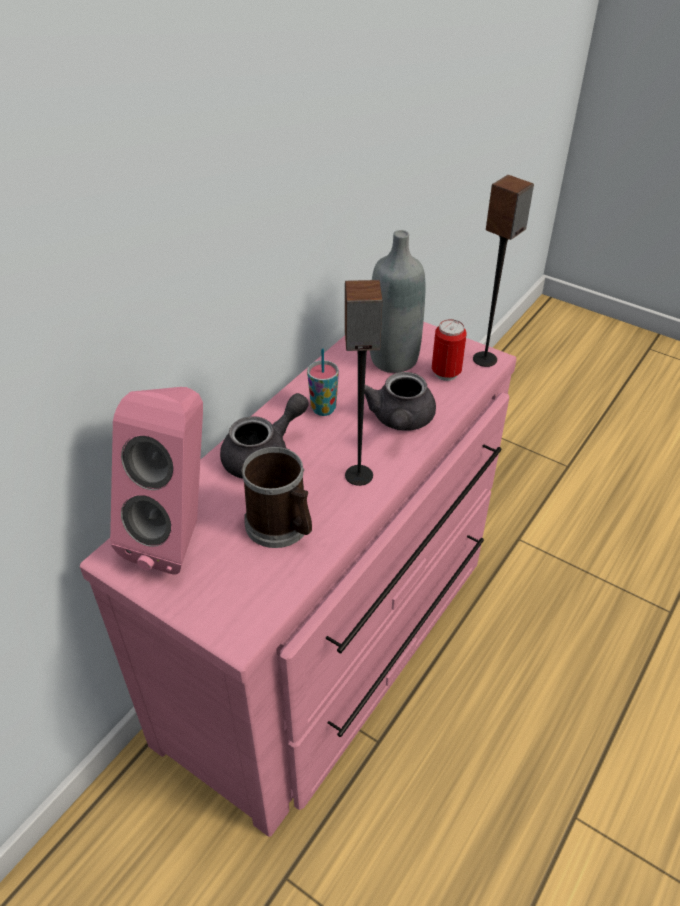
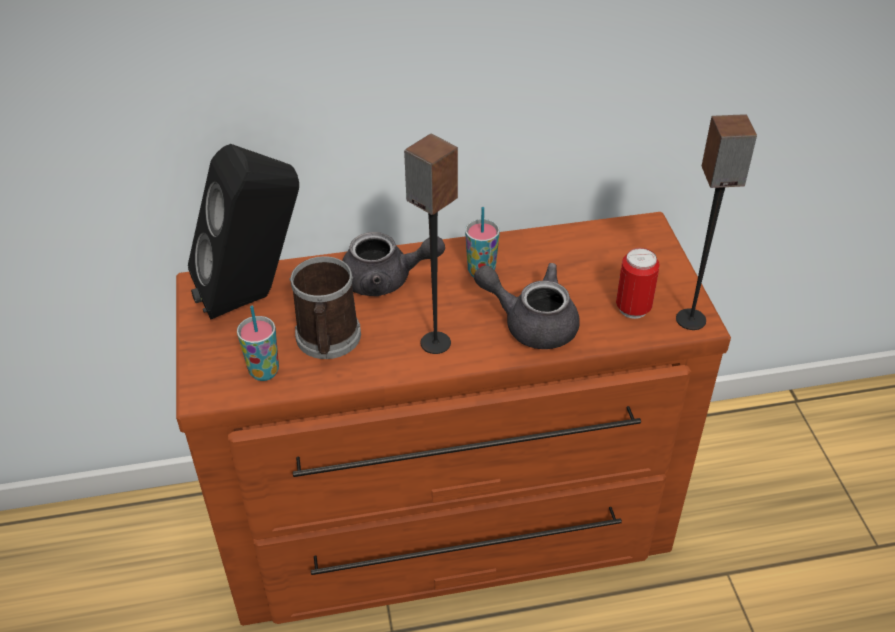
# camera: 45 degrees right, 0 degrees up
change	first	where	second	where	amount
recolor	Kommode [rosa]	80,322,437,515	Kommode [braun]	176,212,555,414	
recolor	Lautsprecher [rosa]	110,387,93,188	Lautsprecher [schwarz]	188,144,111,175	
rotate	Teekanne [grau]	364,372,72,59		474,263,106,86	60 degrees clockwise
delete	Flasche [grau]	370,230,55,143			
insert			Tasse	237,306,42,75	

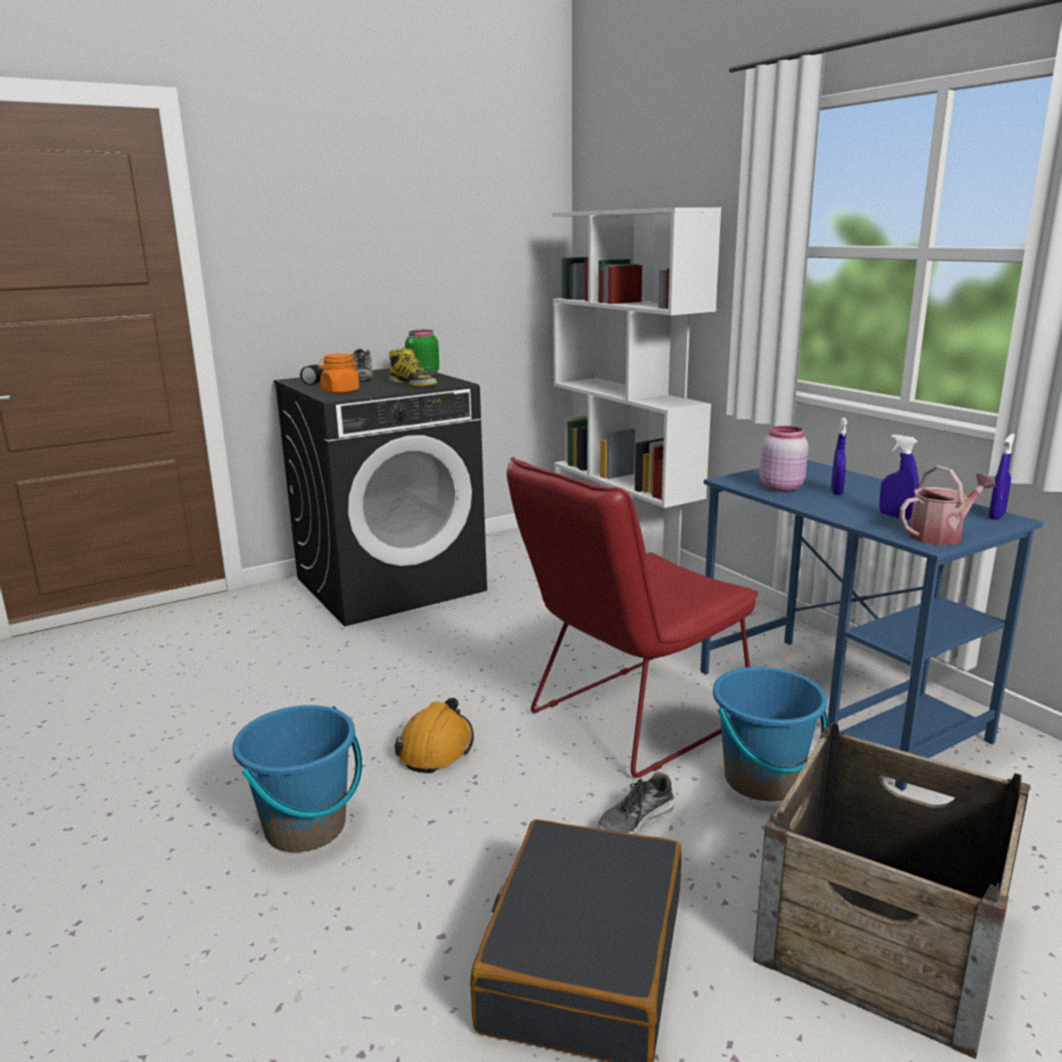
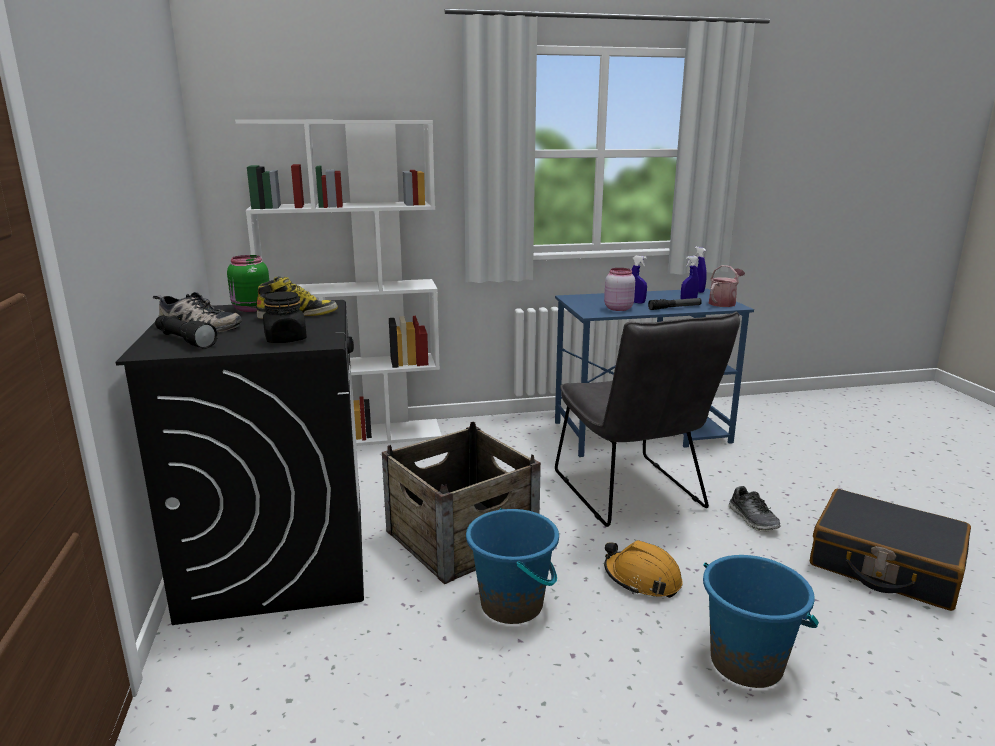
# camera: 70 degrees left, 0 degrees up
change	first	where	second	where	amount
recolor	Vorratsglas [orange]	318,353,41,40	Vorratsglas [schwarz]	263,292,44,51	
recolor	Stuhl [rot]	507,456,251,322	Stuhl [grau]	555,311,185,216	
move	Eimer [blau]	713,667,115,134		466,508,93,116	
move	Kiste	753,722,277,337		382,422,159,162	
rotate	Gießkanne	899,465,97,80		708,265,37,42	45 degrees clockwise
insert			Taschenlampe	648,298,54,12	

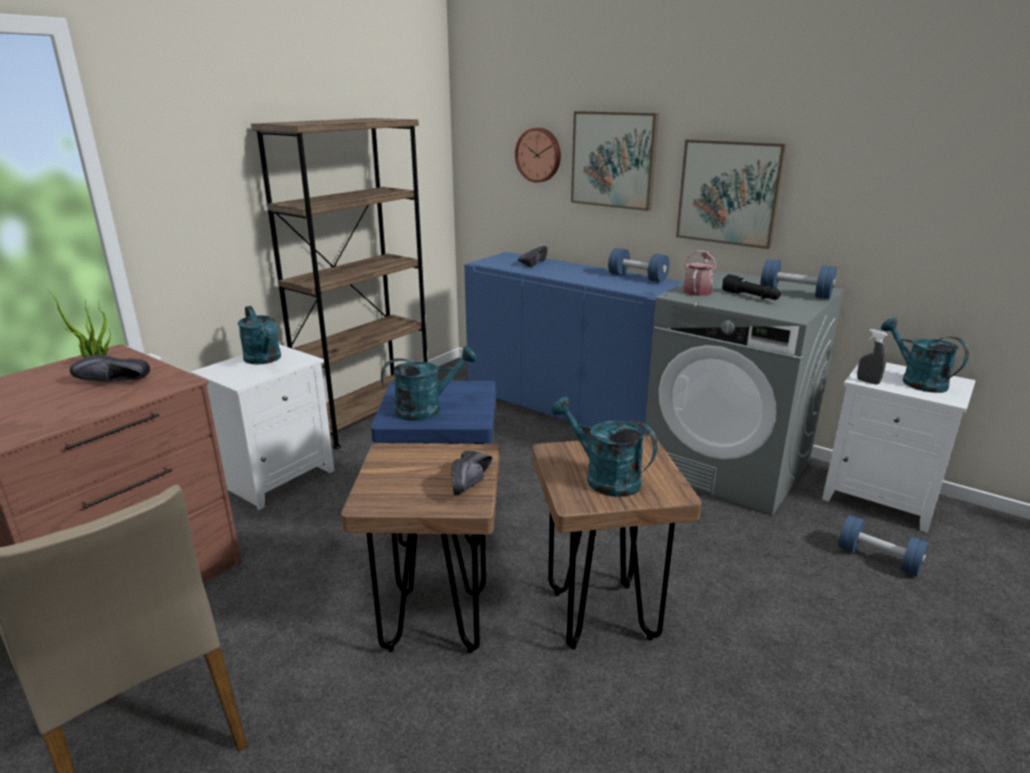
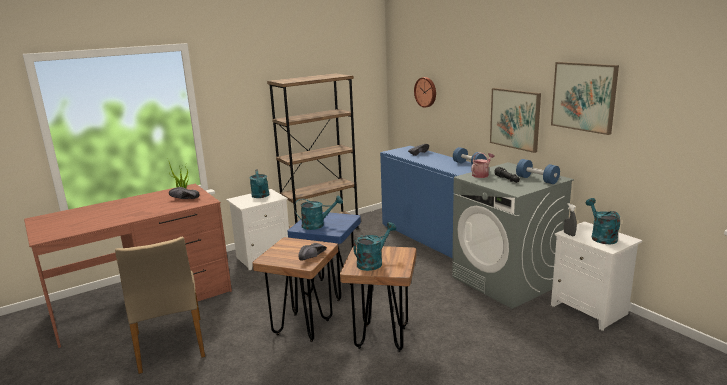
# camera: 20 degrees right, 5 degrees down
change	first	where	second	where	amount
rotate	Gießkanne [türkis]	551,397,107,100		353,222,43,49	75 degrees clockwise
move	Bild	571,111,88,100		551,62,68,73	
delete	Hantel [blau]	838,515,90,61			

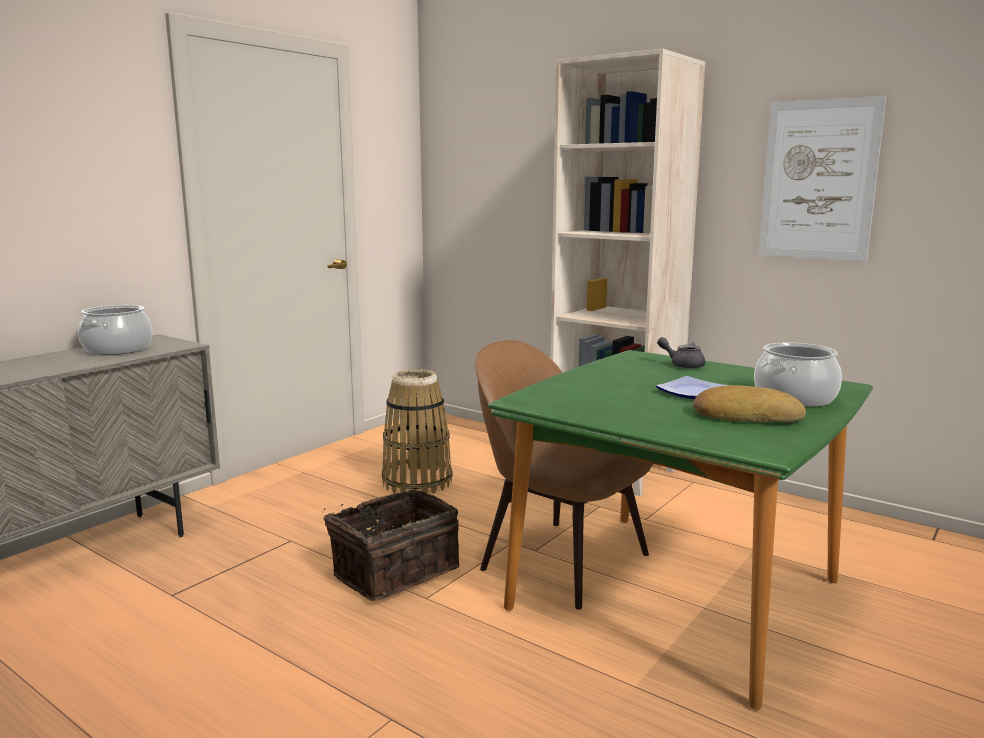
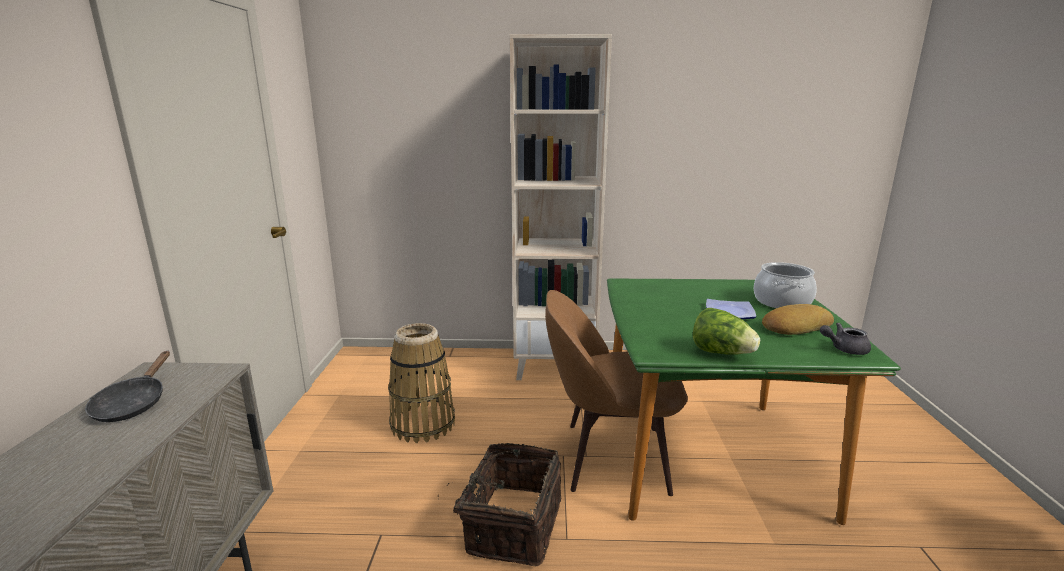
# camera: 35 degrees left, 5 degrees up
change	first	where	second	where	amount
replace	Kochtopf	78,305,74,50	Pfanne [schwarz]	85,351,85,71	
move	Teekanne [grau]	657,337,48,32		820,323,51,32	
delete	Bild	758,96,128,165			
insert			Salatkopf	693,308,67,47	

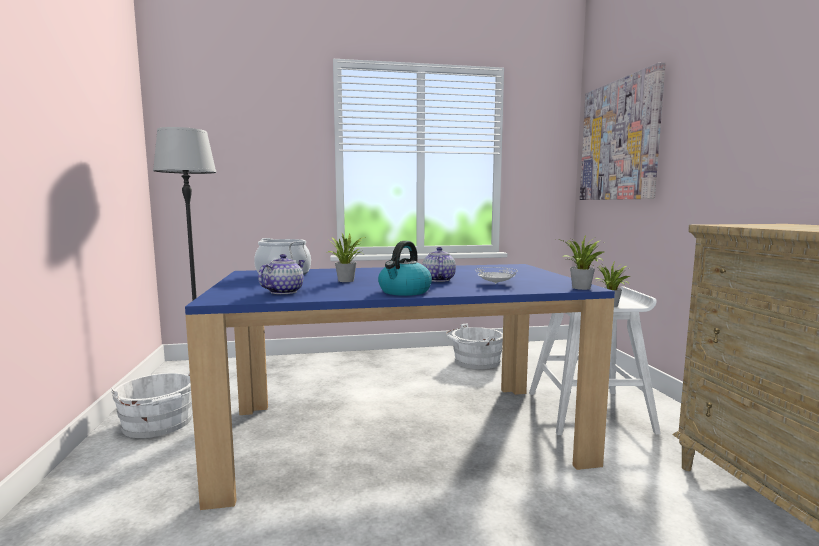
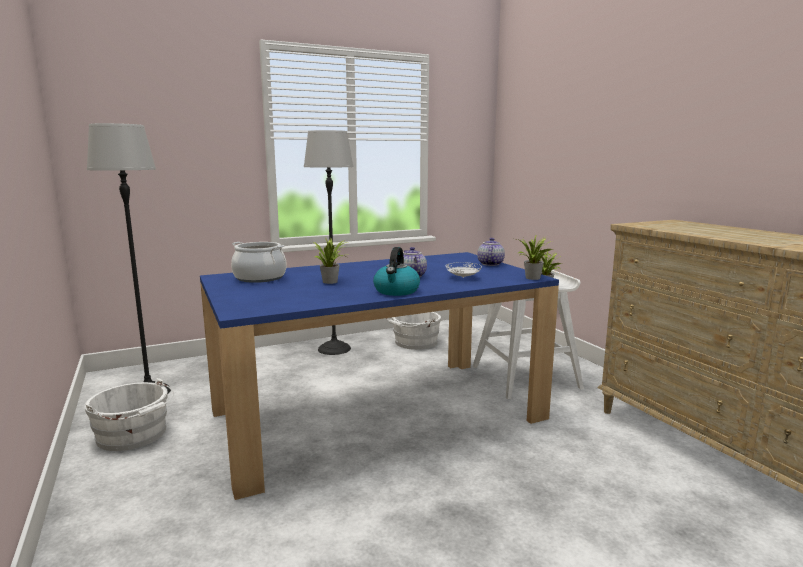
# camera: 15 degrees left, 5 degrees up
change	first	where	second	where	amount
move	Teekanne	258,254,47,40		477,238,28,28	
delete	Bild	580,62,85,138			
insert			Stehlampe	304,130,49,225	

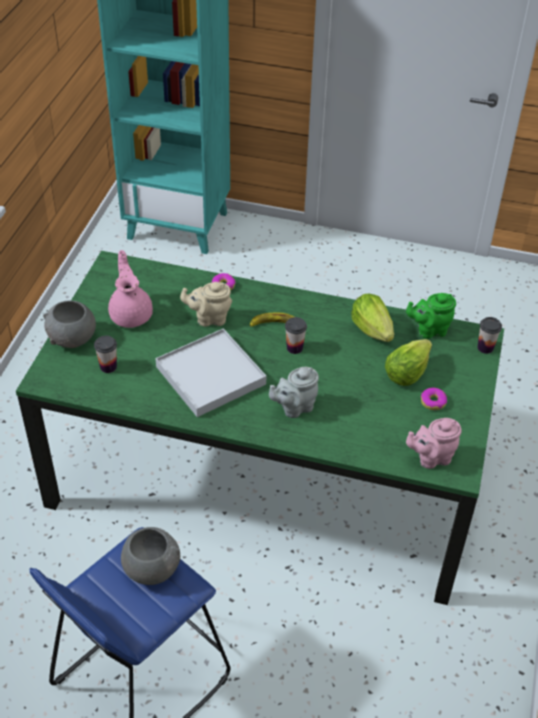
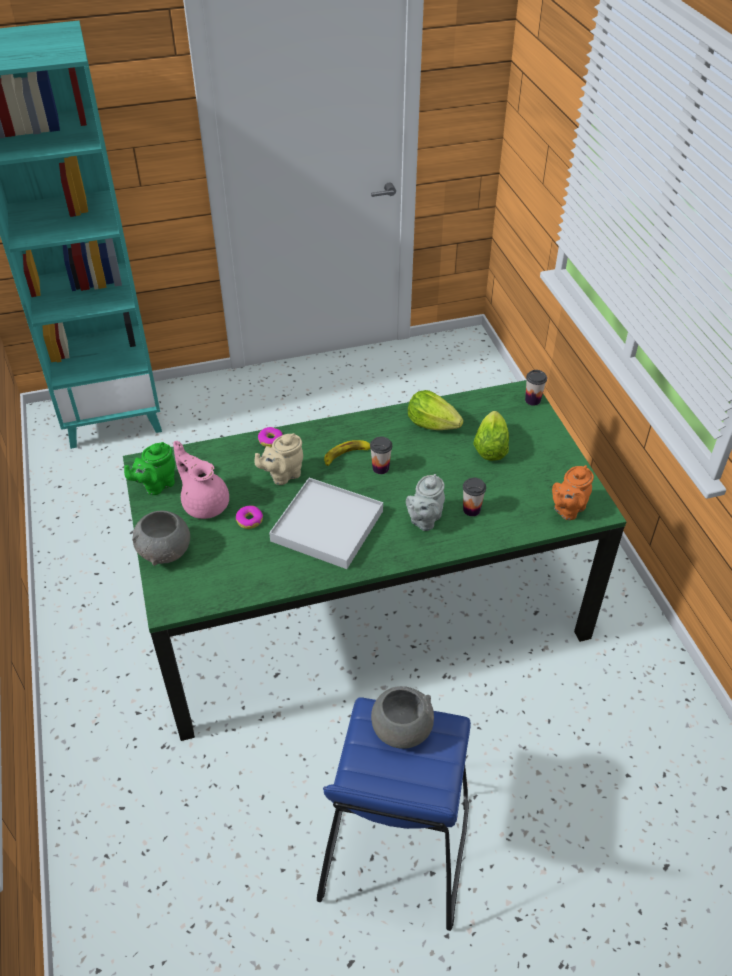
# camera: 30 degrees left, 0 degrees up
change	first	where	second	where	amount
move	Tasse	94,336,23,37		463,478,23,38	
move	Teekanne [grün]	406,293,50,46		124,442,51,53	
recolor	Teekanne [rosa]	406,418,56,51	Teekanne [orange]	552,465,42,55	
move	Donut	420,388,27,22		236,506,27,23	

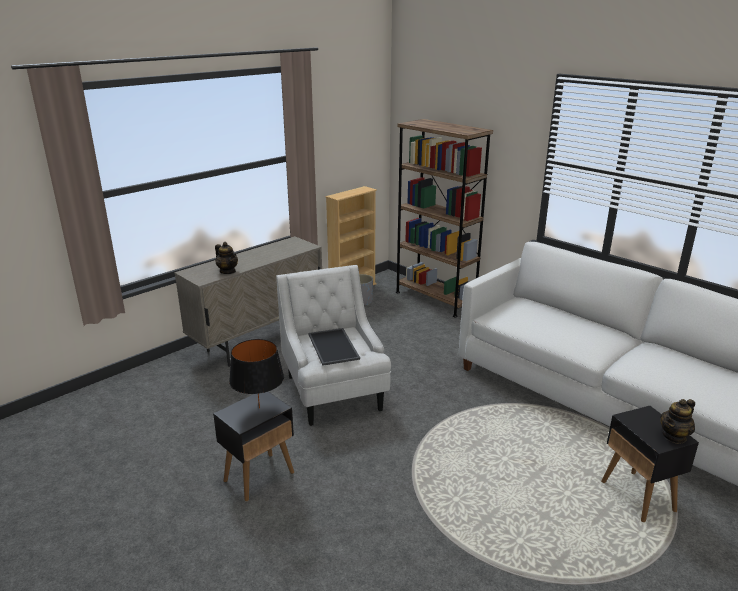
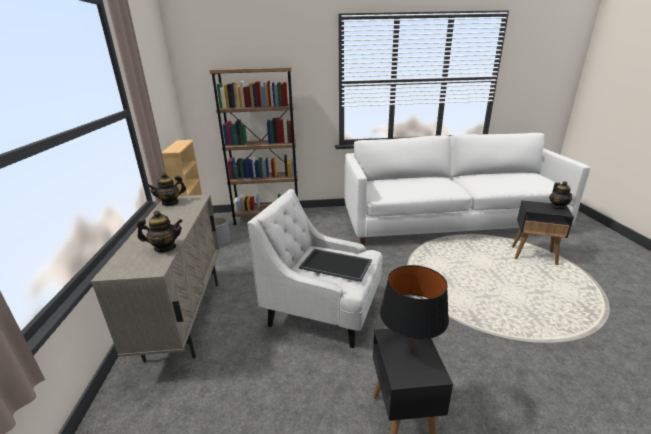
# camera: 50 degrees left, 0 degrees up
change	first	where	second	where	amount
insert			Teekanne	147,173,39,33	

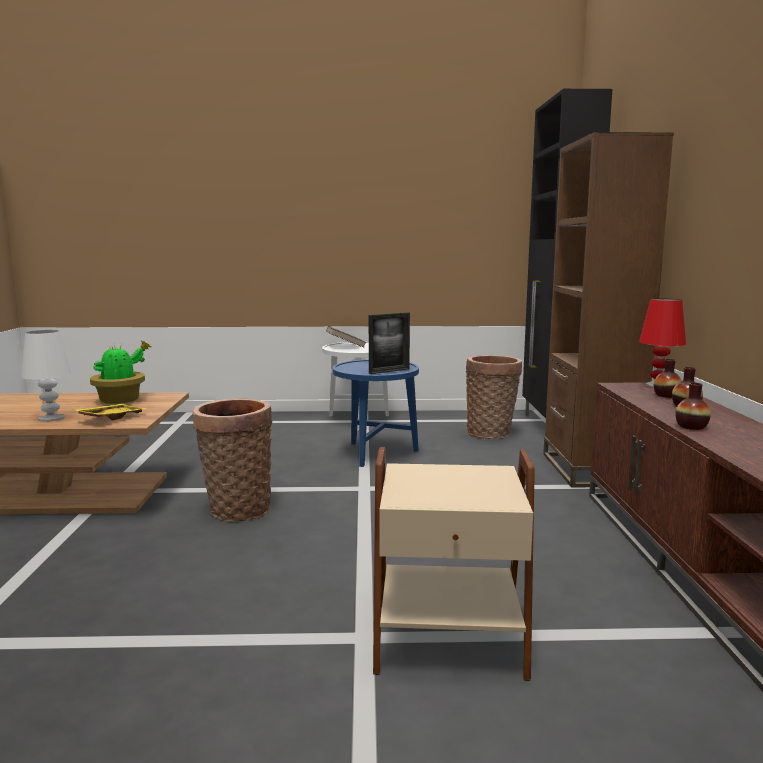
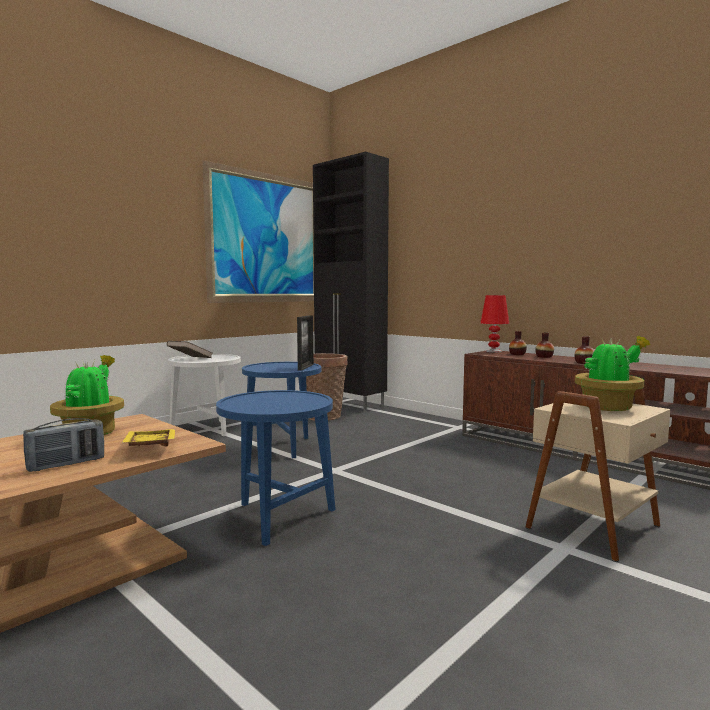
# camera: 45 degrees left, 5 degrees down
change	first	where	second	where	amount
replace	Tischlampe [weiß]	22,330,49,92	Radio	23,418,81,54	
replace	Korb	193,398,79,124	Beistelltisch [blau]	216,390,120,156	
delete	Bücherregal [braun]	543,132,131,356			
insert			Bild	202,160,112,143	
insert			Topfpflanze	575,336,76,75	

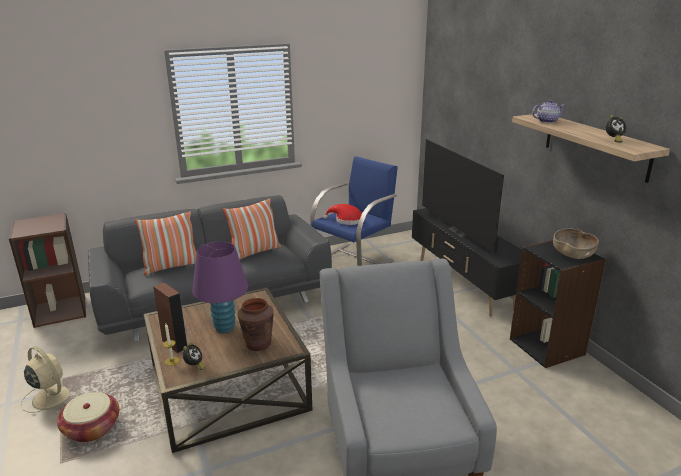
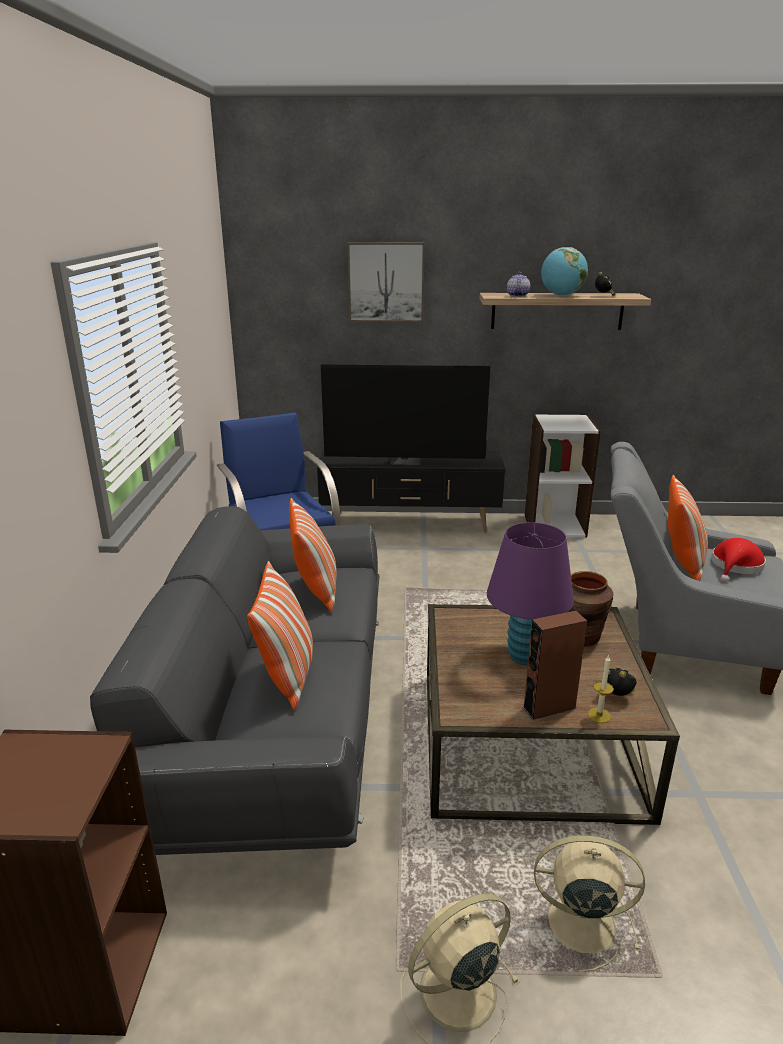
# camera: 65 degrees left, 0 degrees up
change	first	where	second	where	amount
replace	Korb	57,392,62,50	Ventilator [beige]	534,835,111,137	
move	Hut [rot]	324,204,38,21		711,538,55,44	
recolor	Bücherregal [schwarz]	510,240,96,128	Bücherregal [weiß]	525,414,76,124	
delete	Schüssel [braun]	553,228,46,31			
insert			Bild	347,242,78,80	
insert			Globus	541,247,47,49	
insert			Kissen	668,475,40,106	

